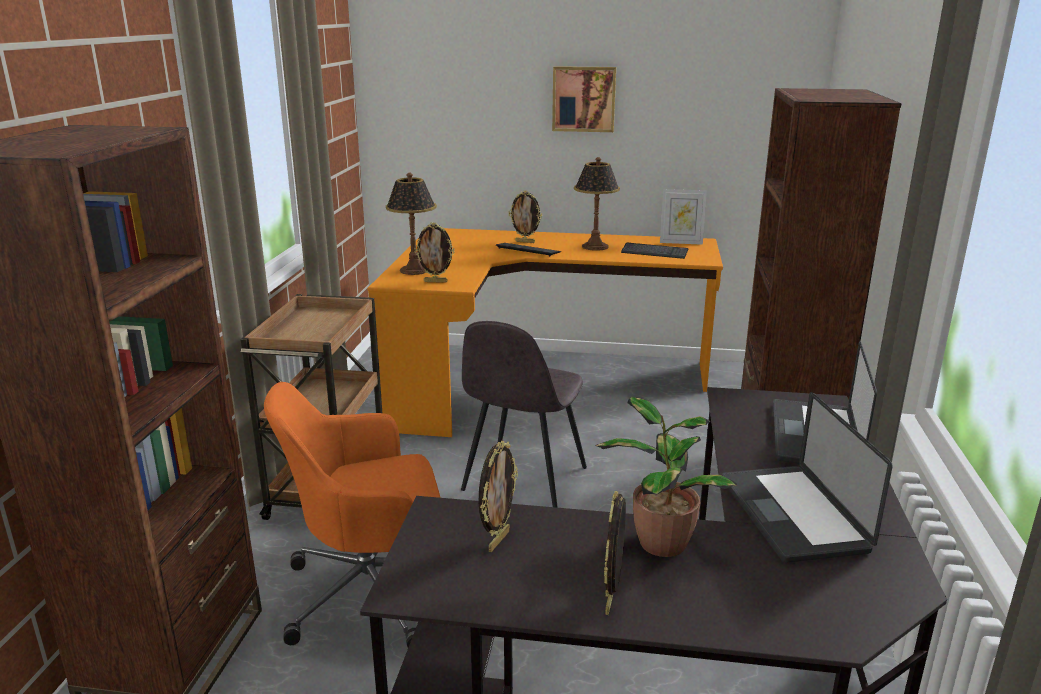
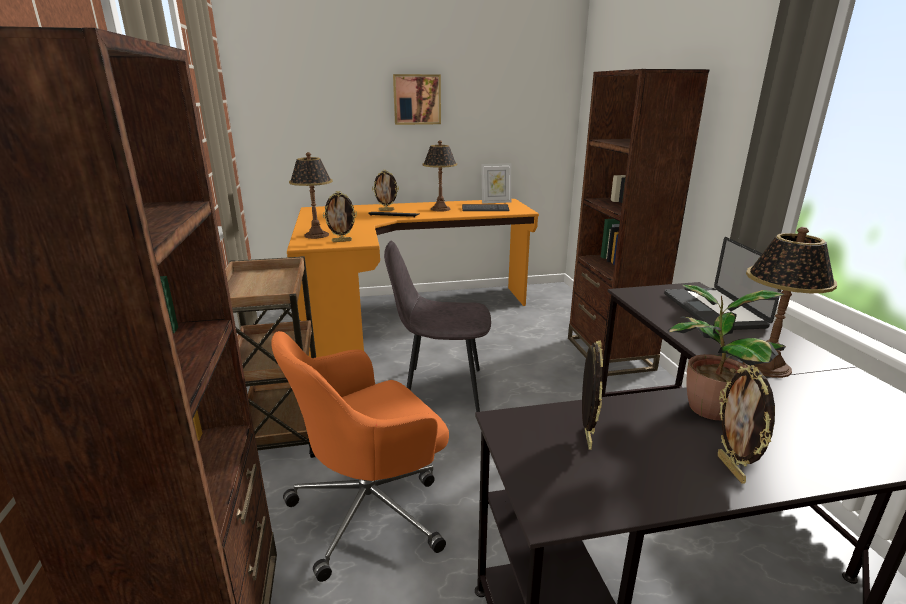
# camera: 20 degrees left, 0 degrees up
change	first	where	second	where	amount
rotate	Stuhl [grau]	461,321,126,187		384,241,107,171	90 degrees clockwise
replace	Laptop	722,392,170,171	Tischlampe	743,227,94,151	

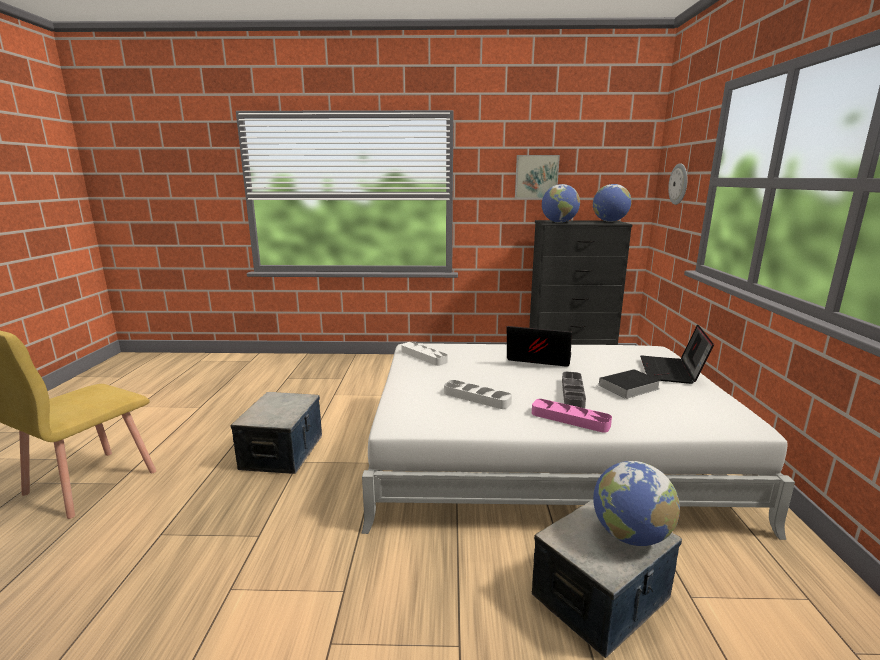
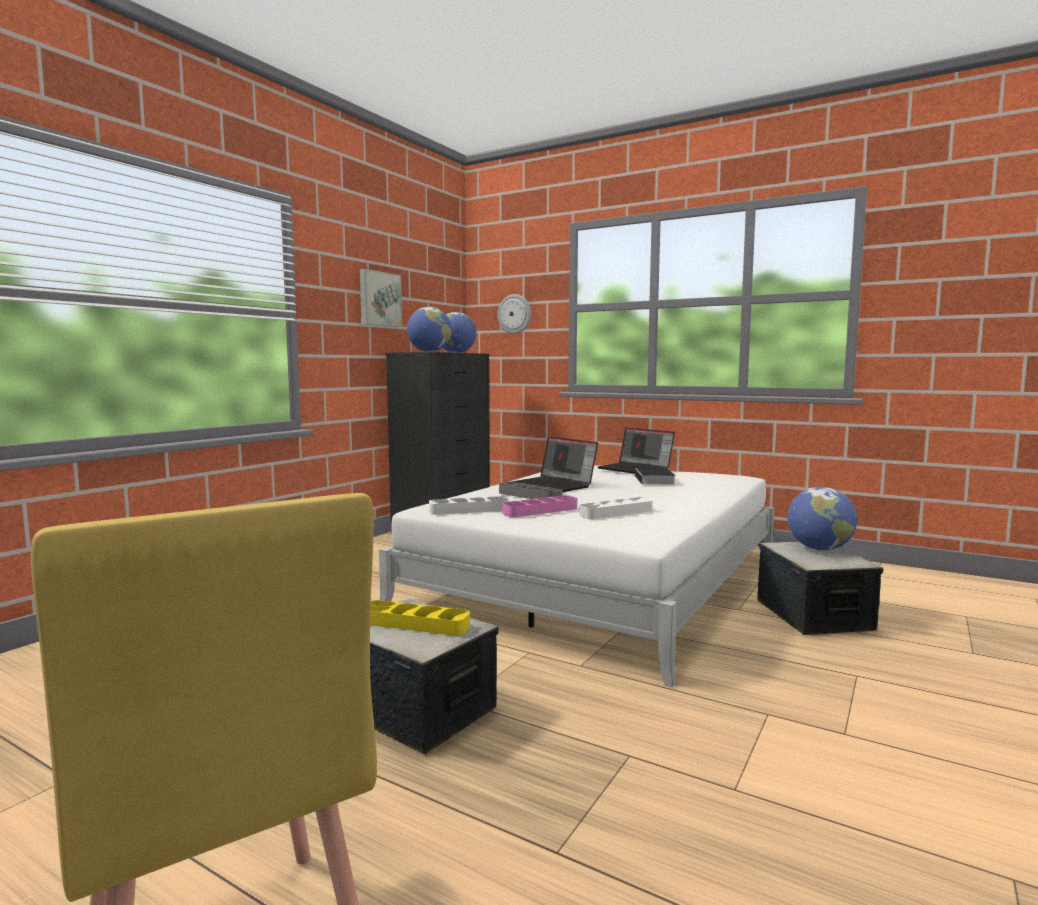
# camera: 60 degrees left, 10 degrees down
change	first	where	second	where	amount
rotate	Laptop	507,326,65,41		511,437,87,55	90 degrees counterclockwise
move	Tablett [rosa]	532,399,80,34		503,495,74,22	
move	Tablett [grau]	562,372,24,36		499,482,63,17	
insert			Tablett [gelb]	370,600,100,36	

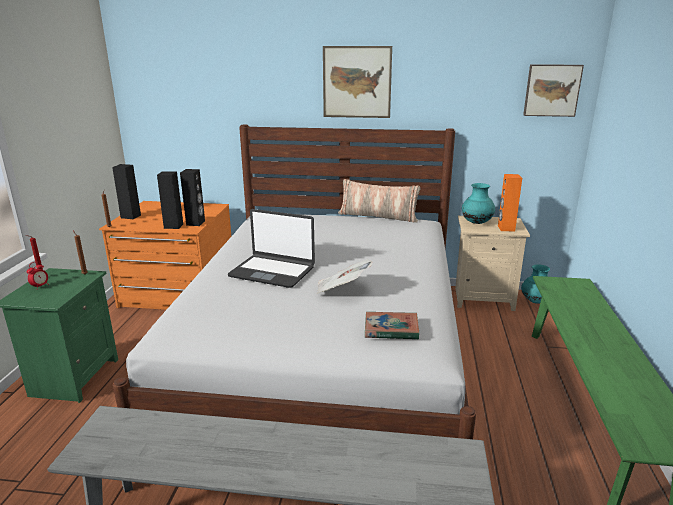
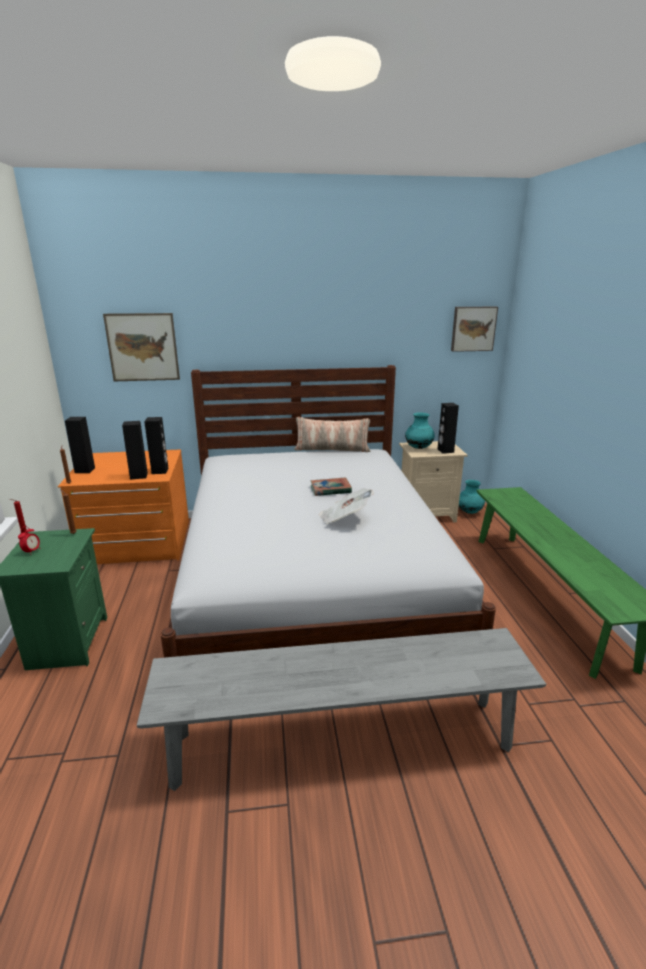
# camera: 15 degrees left, 0 degrees up
change	first	where	second	where	amount
delete	Laptop	228,209,87,79			
move	Bild	323,46,69,72		103,313,77,68	
move	Buch	365,312,54,28		310,477,42,19	
recolor	Lautsprecher [orange]	498,174,24,57	Lautsprecher [schwarz]	438,403,21,50	

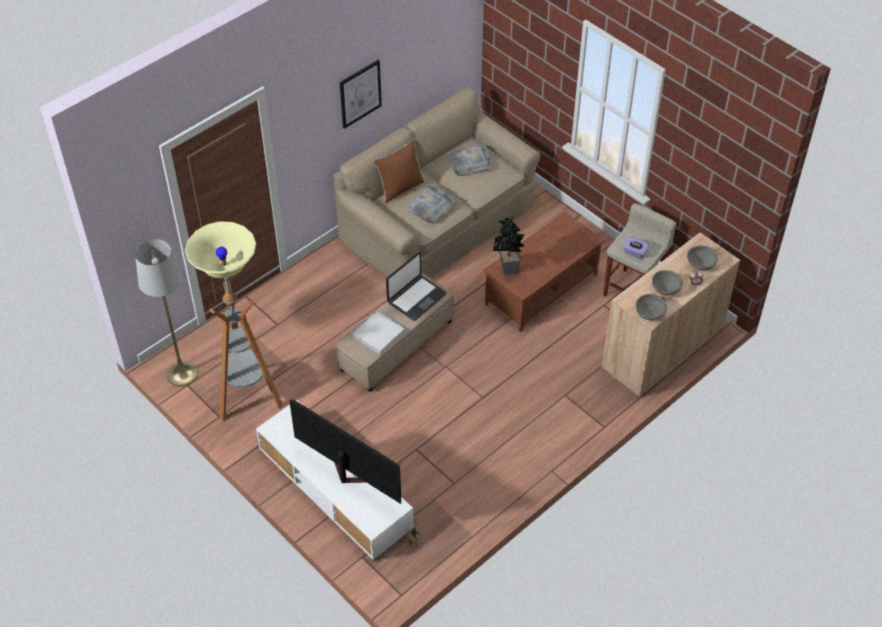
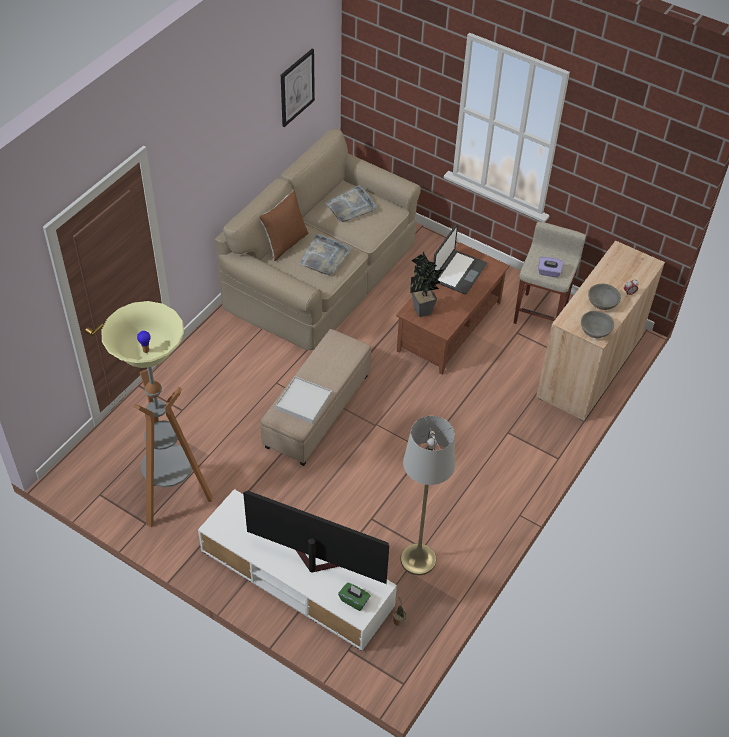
# camera: 15 degrees left, 0 degrees up
change	first	where	second	where	amount
move	Stehlampe [grau]	135,239,63,147		400,416,55,159	
move	Bild	340,60,42,69		281,49,34,78	
move	Laptop	386,252,61,69		434,224,53,70	
delete	Schüssel [grau]	687,245,31,25			
insert			Taschentuchbox [grün]	338,583,33,28	

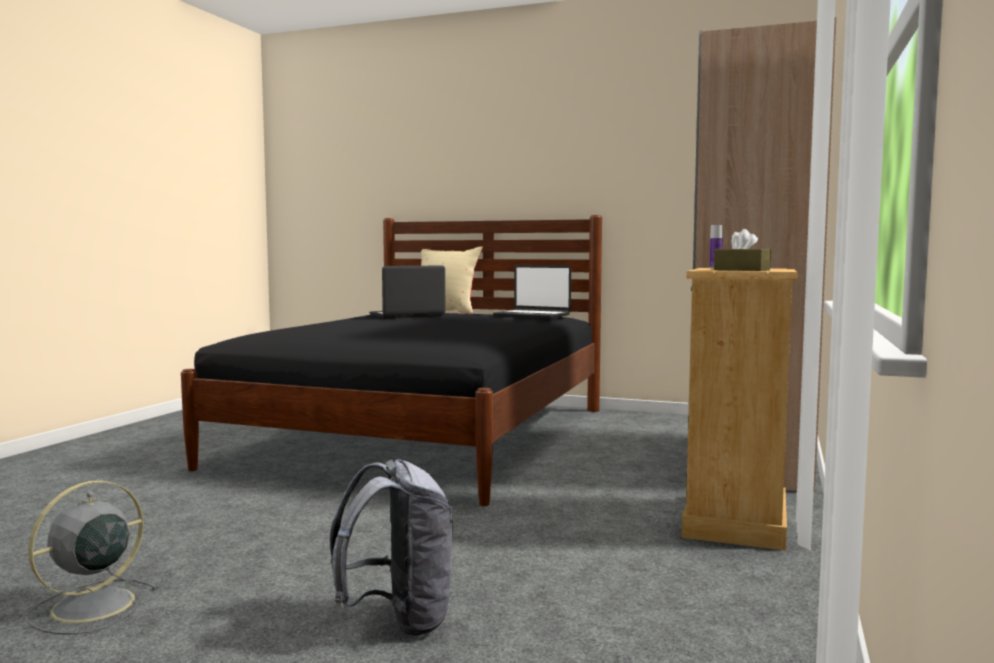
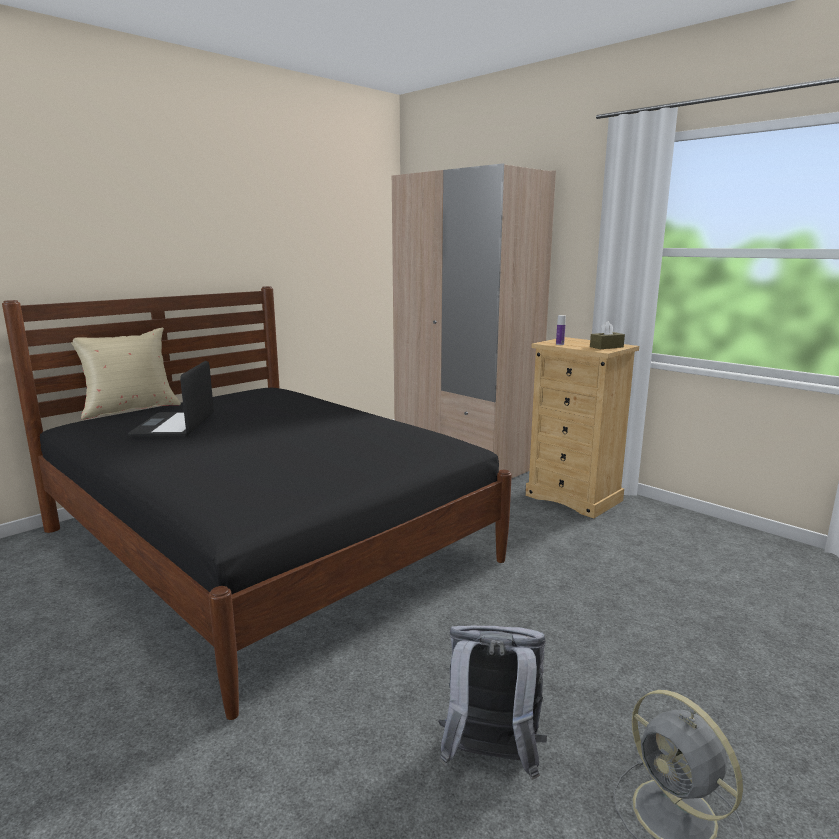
# camera: 65 degrees left, 10 degrees up
change	first	where	second	where	amount
move	Rucksack [grau]	330,459,123,178		438,626,109,154	
delete	Laptop	493,265,78,54			

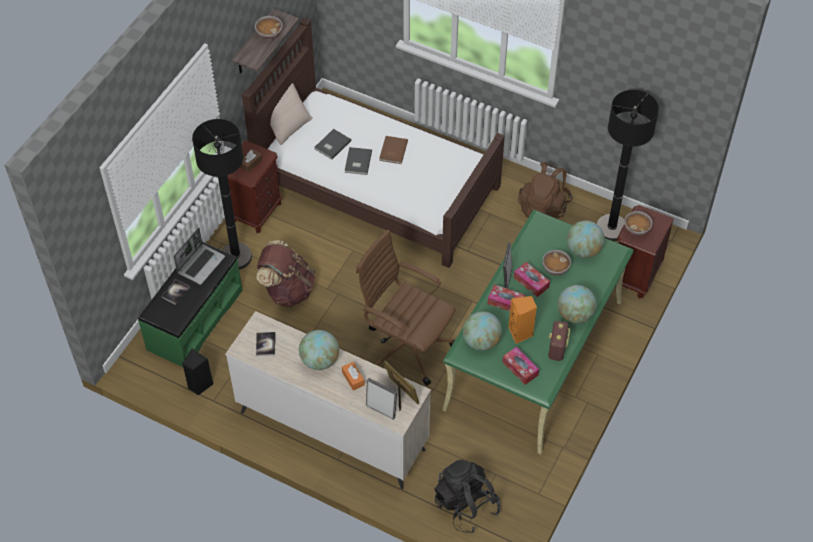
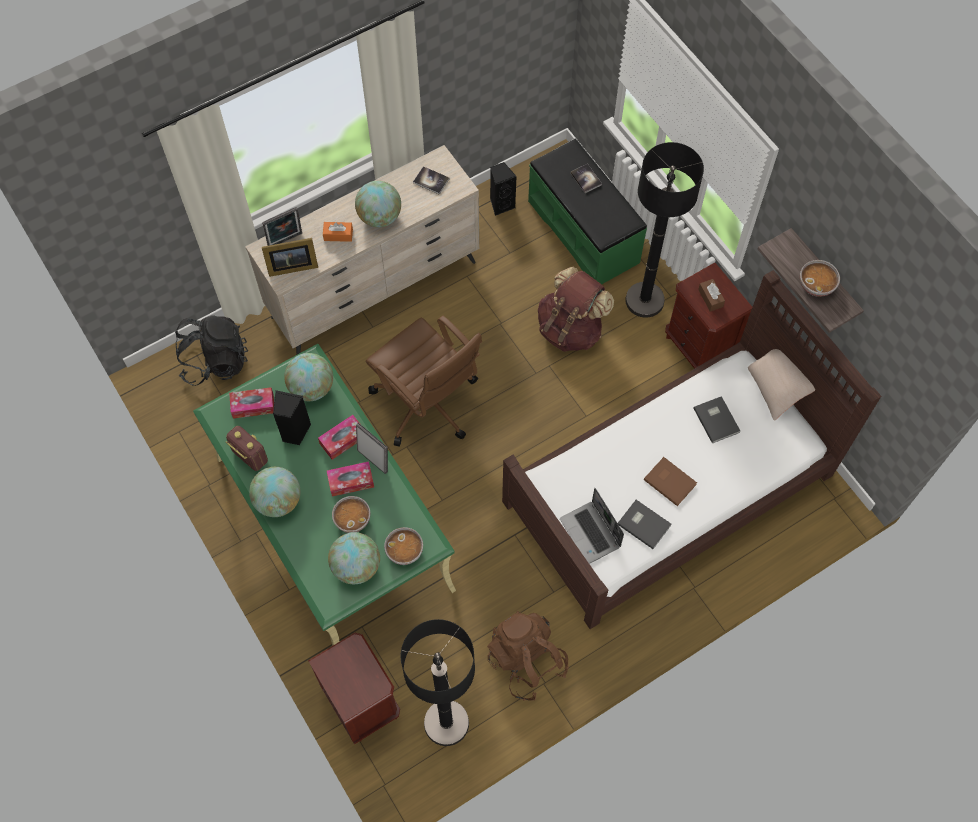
# camera: 120 degrees right, 10 degrees up
change	first	where	second	where	amount
move	Laptop	174,228,51,57		560,488,64,76	
move	Buch [grau]	345,147,27,28		618,500,53,49	
rotate	Bürostuhl [braun]	356,230,100,156		366,316,116,130	75 degrees clockwise
recolor	Lautsprecher [orange]	508,296,29,48	Lautsprecher [schwarz]	273,390,38,55	
move	Schüssel	625,211,27,25		384,527,39,38	

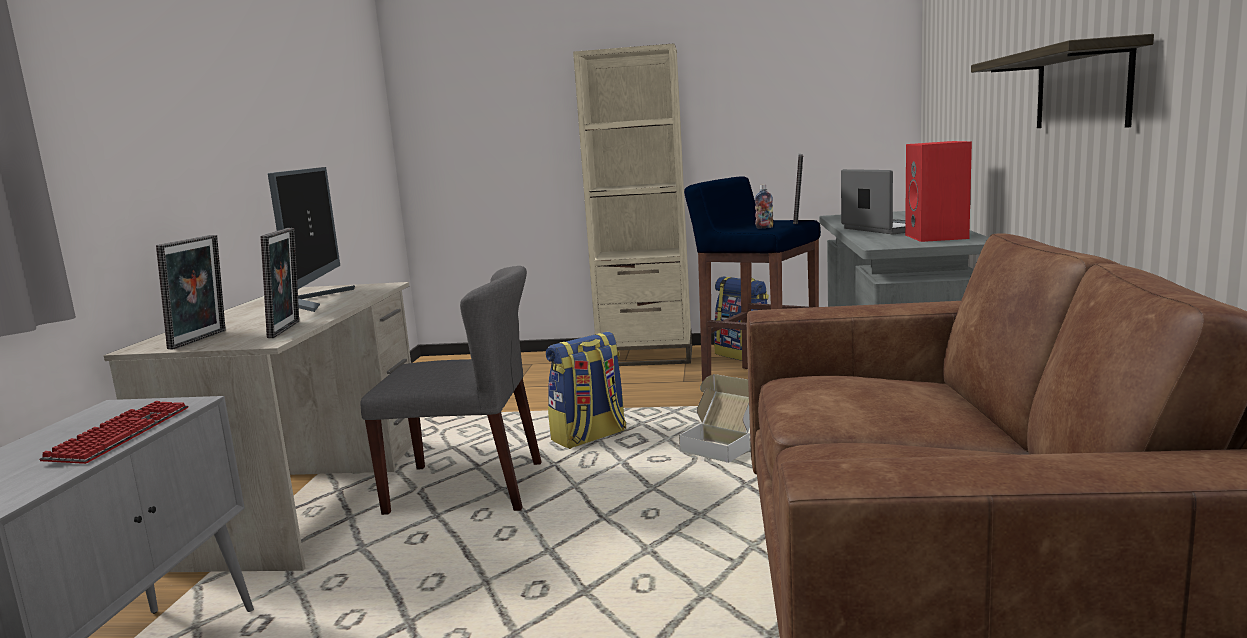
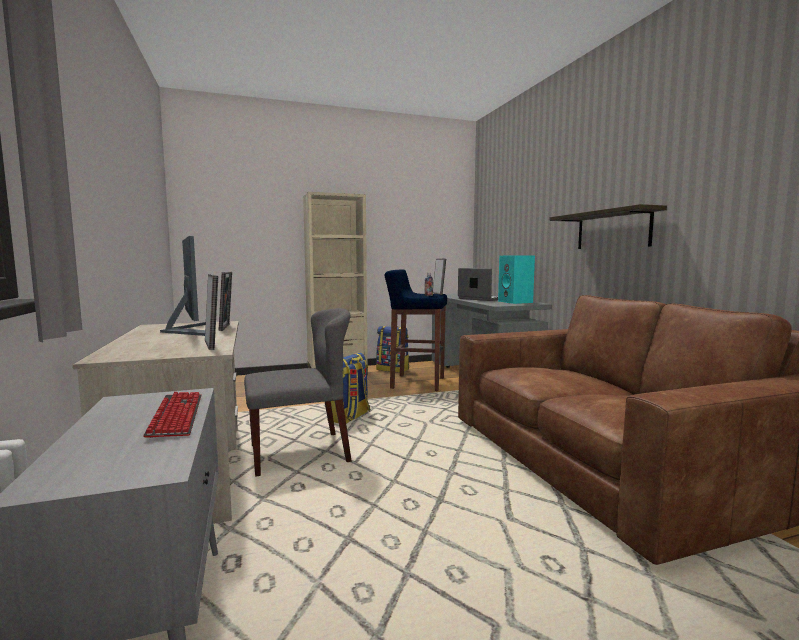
# camera: 25 degrees left, 5 degrees down
change	first	where	second	where	amount
move	Bilderrahmen	156,235,70,115		218,271,14,60	
delete	Karton	679,374,71,89			
recolor	Lautsprecher [rot]	905,141,67,101	Lautsprecher [türkis]	498,255,37,49	

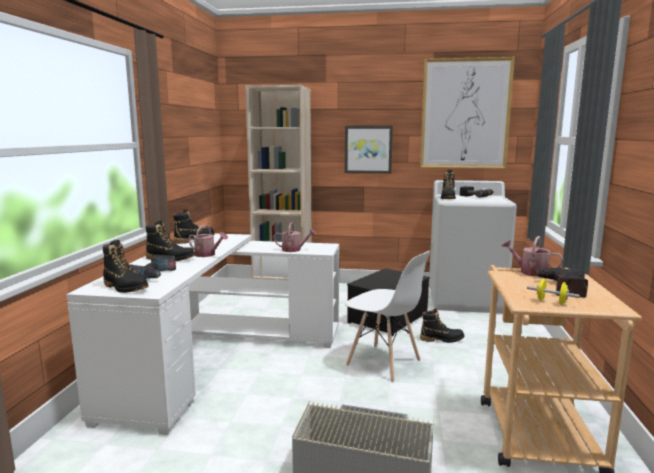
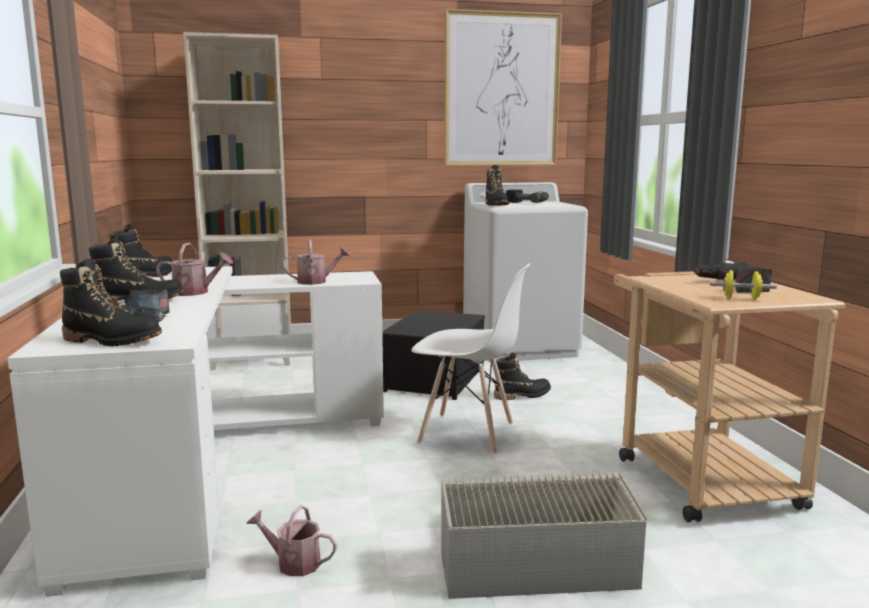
# camera: 20 degrees left, 0 degrees up
change	first	where	second	where	amount
delete	Bild	345,126,48,48			
move	Gießkanne	502,236,62,41		246,505,91,71	

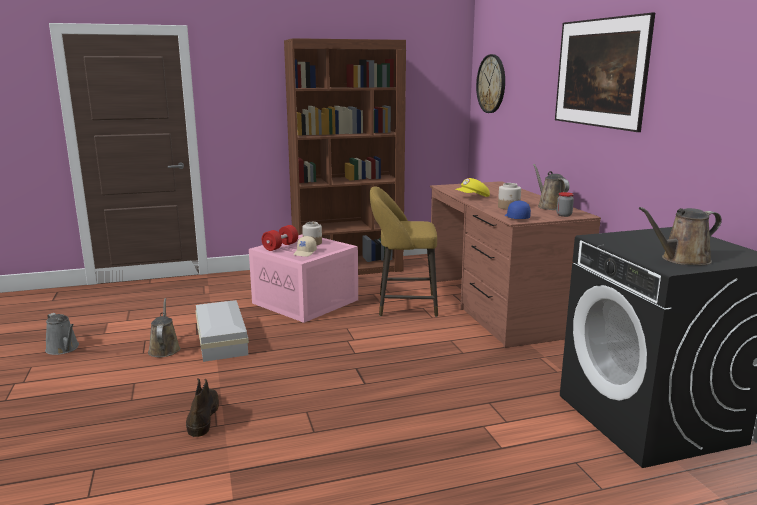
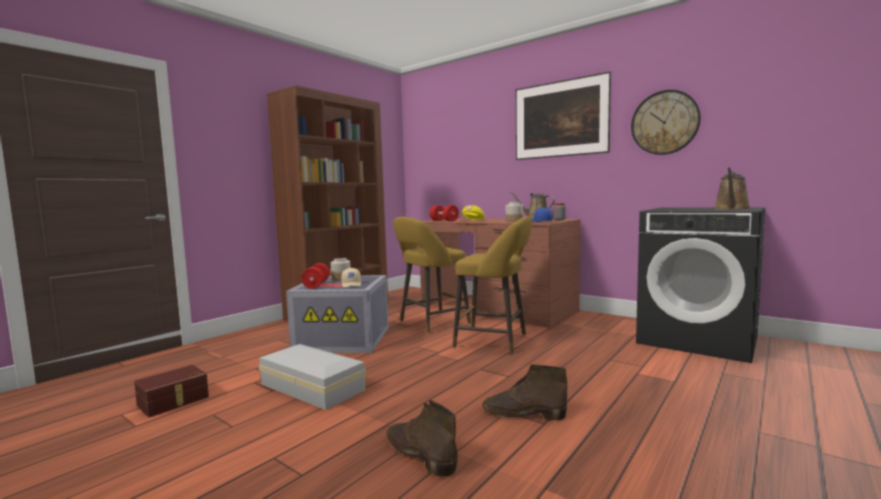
# camera: 35 degrees left, 10 degrees down
change	first	where	second	where	amount
delete	Gießkanne [grau]	45,313,34,42			
delete	Gießkanne [braun]	148,298,33,59			
recolor	Aufbewahrungsbox [rosa]	249,234,109,89	Aufbewahrungsbox [grau]	286,275,103,78	
move	Wanduhr	476,54,29,59		631,90,70,65	
insert			Aufbewahrungsbox [braun]	134,365,75,52	
insert			Hantel [rot]	429,205,30,16	
insert			Hocker [gelb]	453,216,79,138	
insert			Stiefel [braun]	482,364,85,56	

